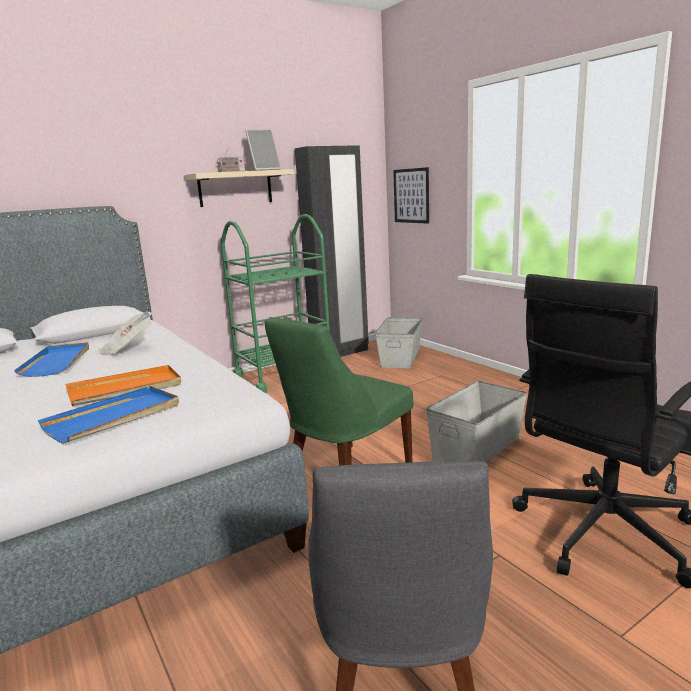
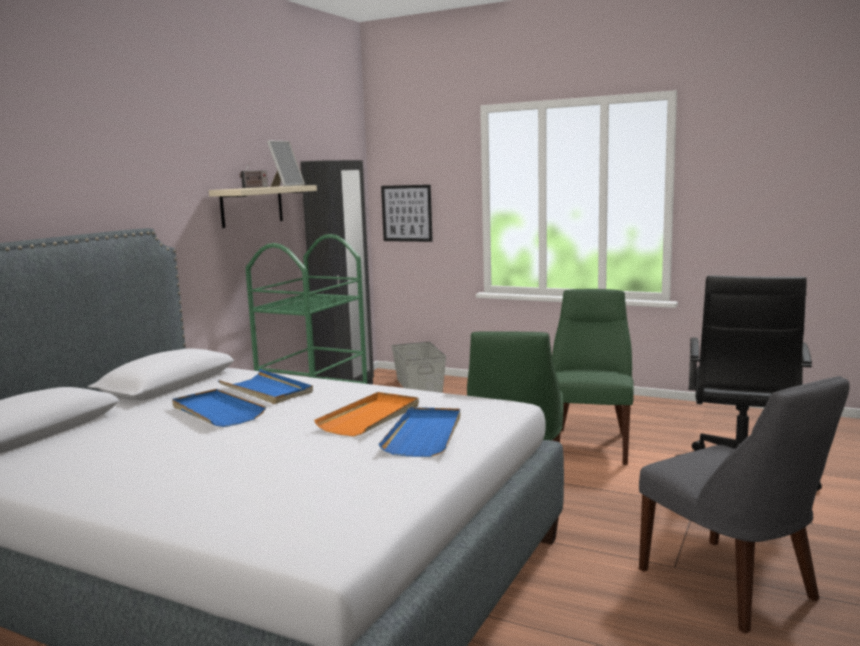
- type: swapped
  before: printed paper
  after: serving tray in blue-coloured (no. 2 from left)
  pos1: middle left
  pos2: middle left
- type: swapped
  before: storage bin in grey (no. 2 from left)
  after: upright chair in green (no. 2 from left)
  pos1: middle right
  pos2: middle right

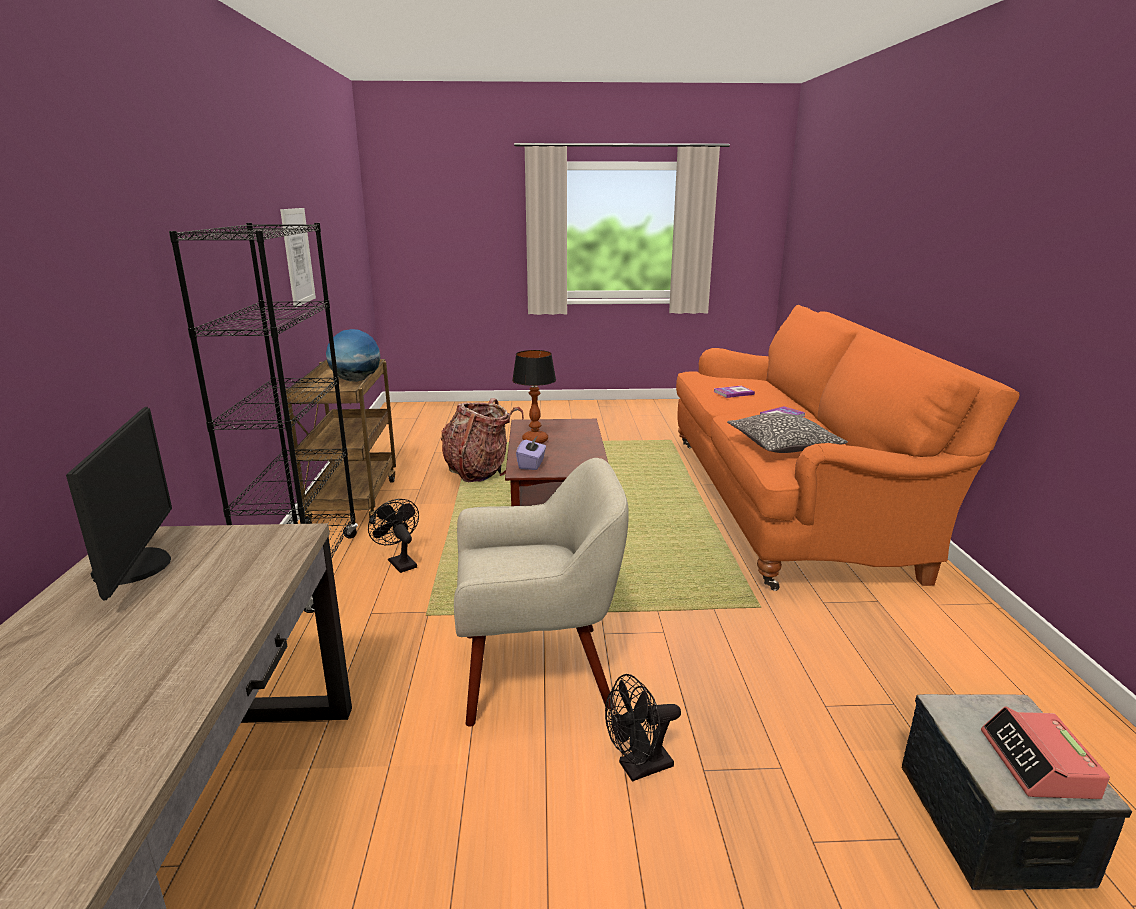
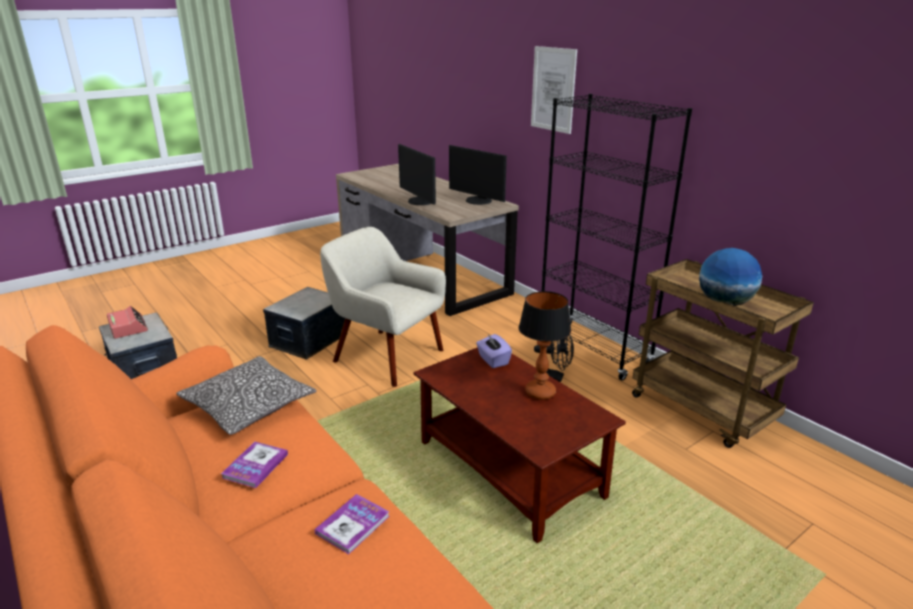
- type: gone
  before: rucksack
  pos1: centre
- type: new
  after: computer display (no. 1 from left)
  pos2: top centre
- type: shifted
  before: wall picture
  pos1: top left
  pos2: top centre
- type: swapped
  before: electric fan in black-coloured (no. 2 from left)
  after: storage bin (no. 2 from left)
  pos1: bottom centre
  pos2: centre
- type: rotated
  before: lounge chair in beige
  pos1: centre
  pos2: centre
  turn: 75

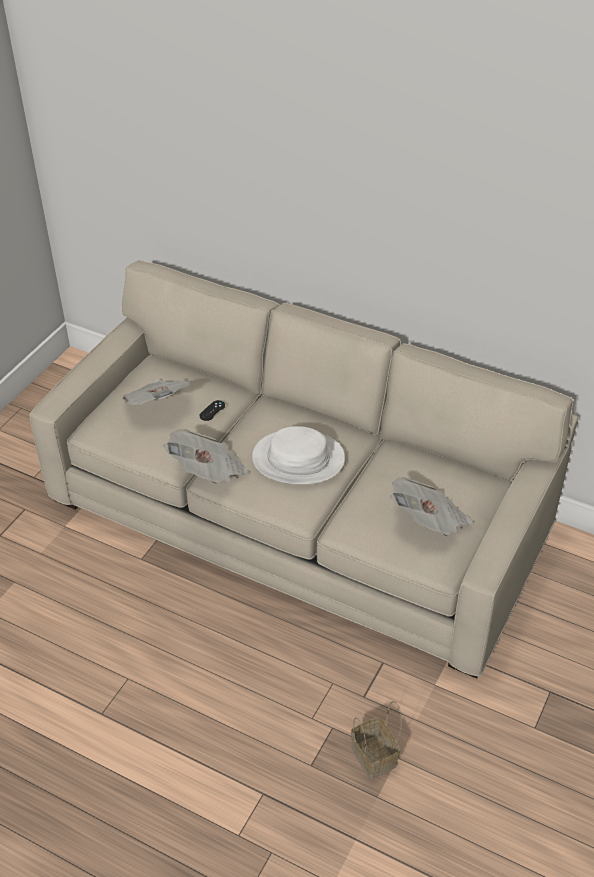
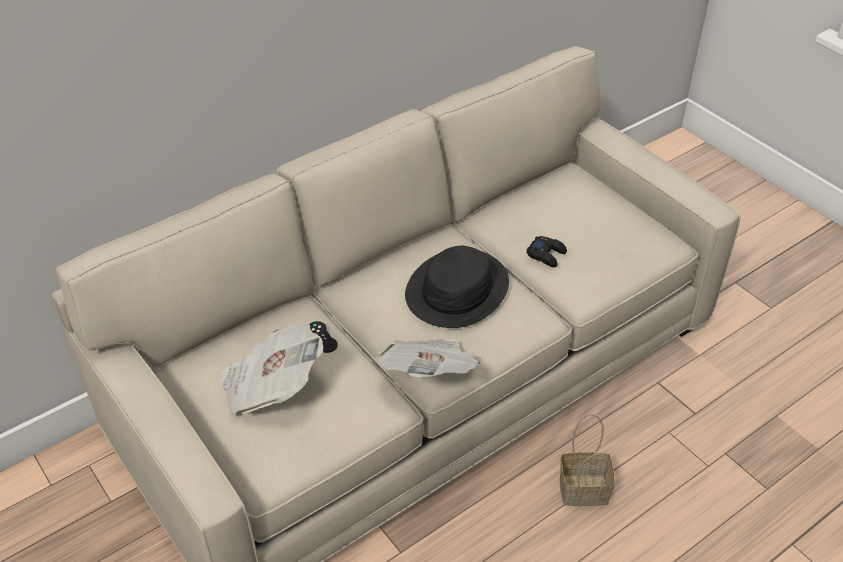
- type: gone
  before: printed paper (no. 3 from left)
  pos1: middle right
- type: new
  after: joypad in black-coloured (no. 2 from left)
  pos2: centre
- type: shifted
  before: storage basket
  pos1: bottom centre
  pos2: bottom right
- type: repainted
  before: clothing hat in white-coloured
  after: clothing hat in black-coloured
  pos1: centre
  pos2: centre

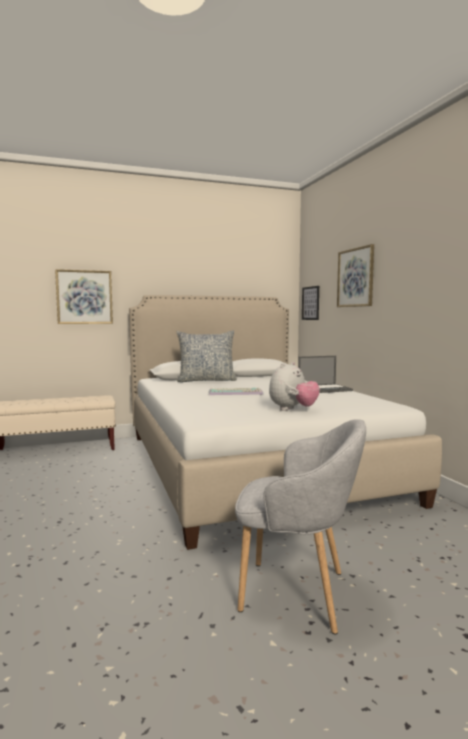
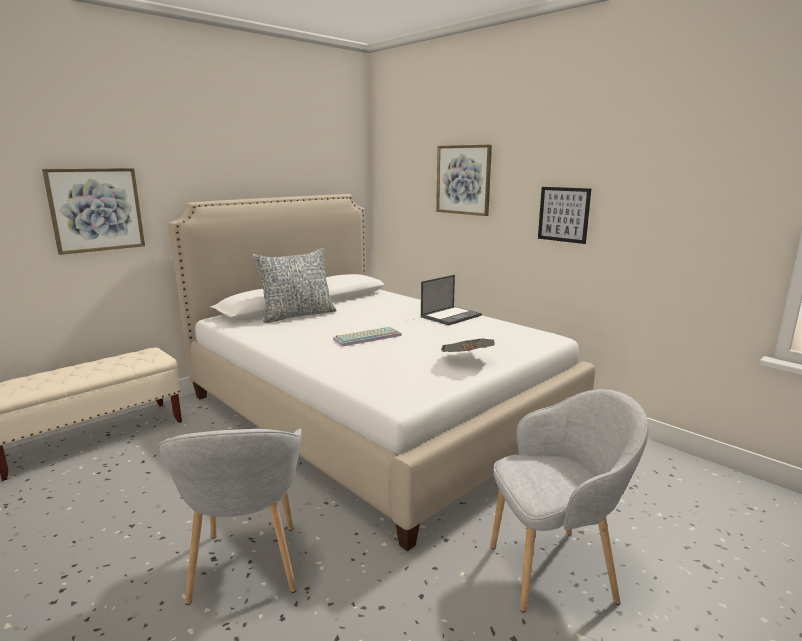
- type: new
  after: lounge chair in grey (no. 1 from left)
  pos2: bottom left
- type: shifted
  before: wall picture (no. 2 from left in the first image)
  after: wall picture (no. 3 from left)
  pos1: centre
  pos2: middle right
- type: swapped
  before: cuddly toy
  after: printed paper
  pos1: centre
  pos2: centre

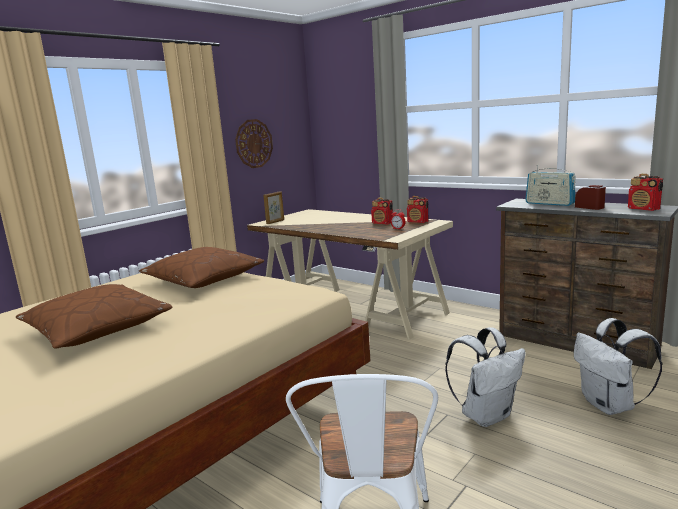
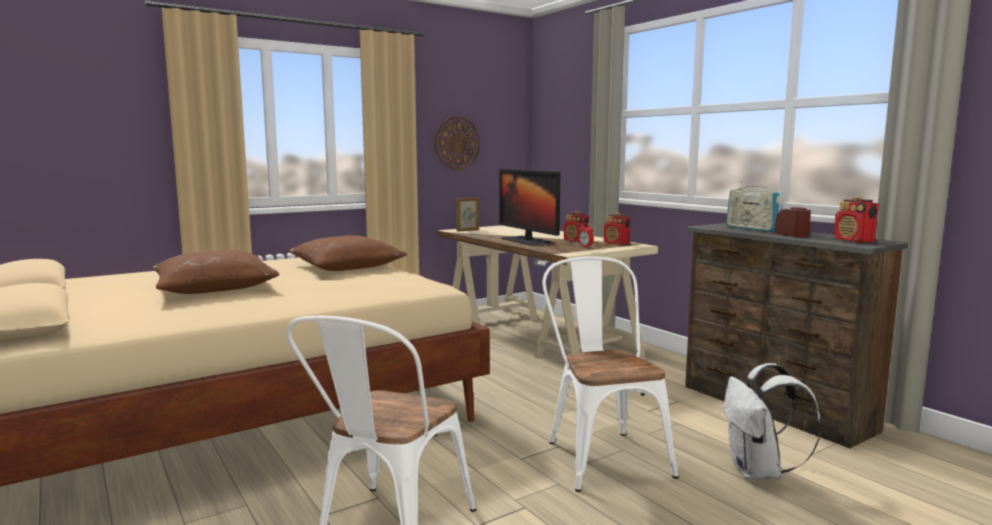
- type: new
  after: computer display
  pos2: centre
- type: swapped
  before: rucksack in white-coloured (no. 1 from left)
  after: upright chair in white-coloured (no. 2 from left)
  pos1: bottom right
  pos2: bottom centre

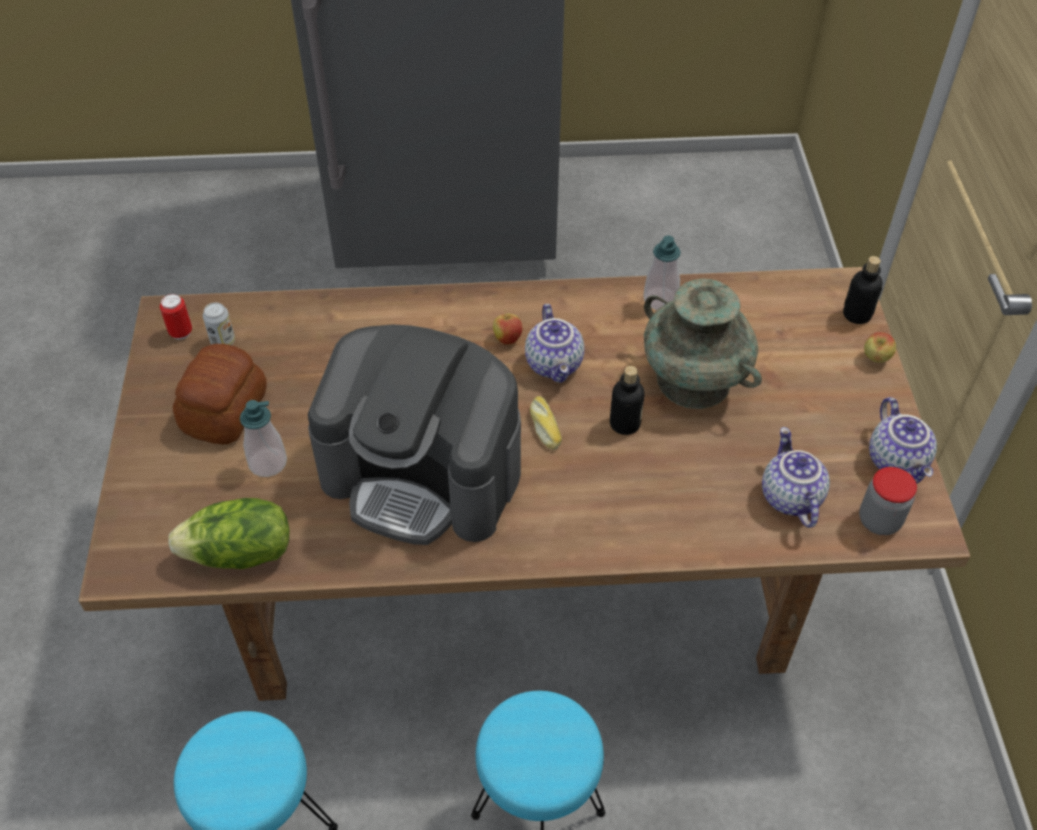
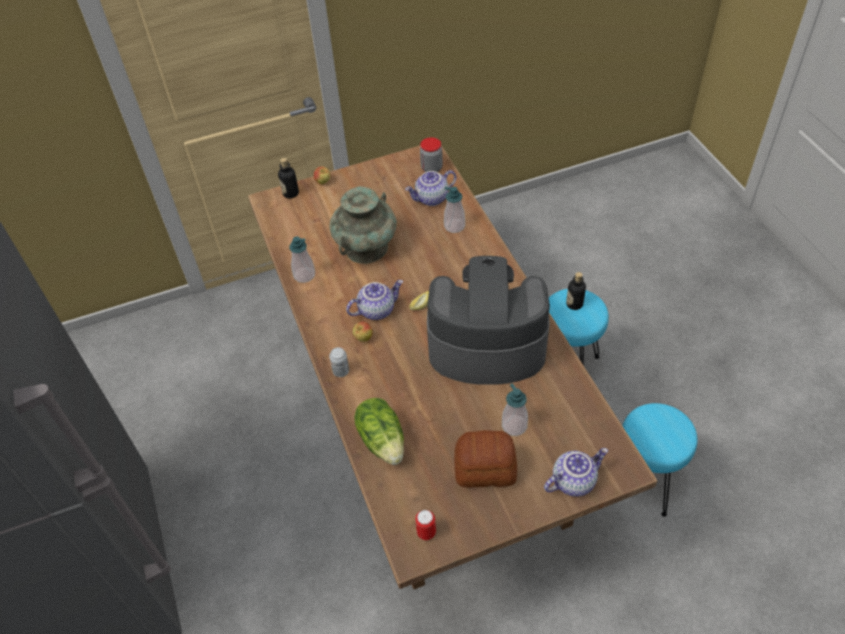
- type: new
  after: liquid soap bottle (no. 2 from left)
  pos2: top centre
- type: shifted
  before: lettuce
  pos1: middle left
  pos2: bottom centre
- type: shifted
  before: metal can (no. 2 from left in the first image)
  after: metal can (no. 1 from left)
  pos1: middle left
  pos2: centre
- type: shifted
  before: beverage bottle (no. 1 from left in the first image)
  after: beverage bottle (no. 2 from left)
  pos1: centre
  pos2: middle right
- type: shifted
  before: pot for tea (no. 3 from left)
  pos1: middle right
  pos2: bottom right
- type: rotated
  before: coffee maker
  pos1: centre
  pos2: centre
  turn: -90

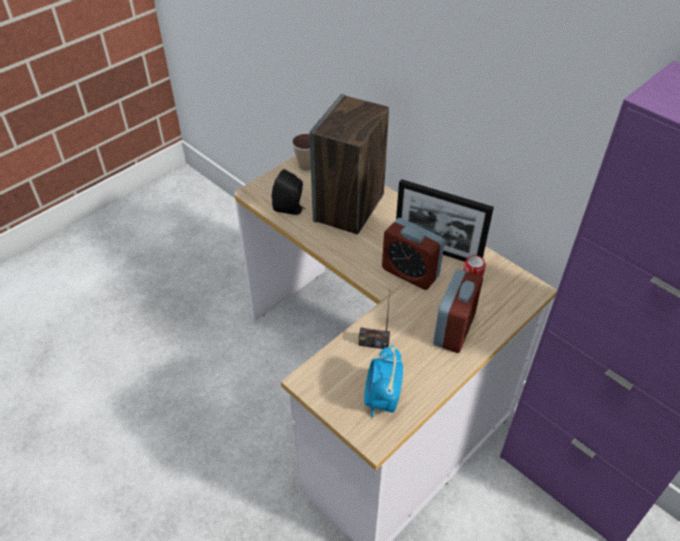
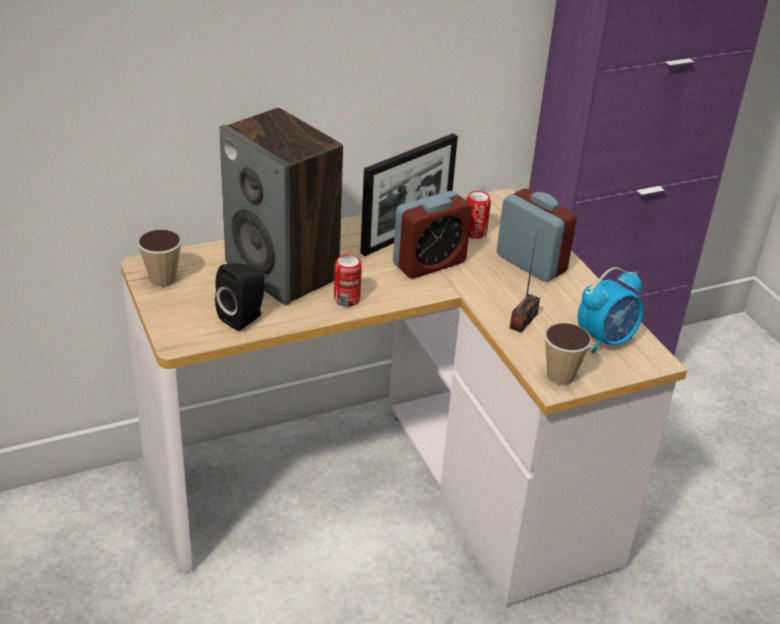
- type: new
  after: metal can (no. 1 from left)
  pos2: centre
- type: new
  after: drinking cup (no. 2 from left)
  pos2: middle right
- type: rotated
  before: bedside clock (no. 1 from left in the first image)
  pos1: bottom centre
  pos2: middle right
  turn: -60

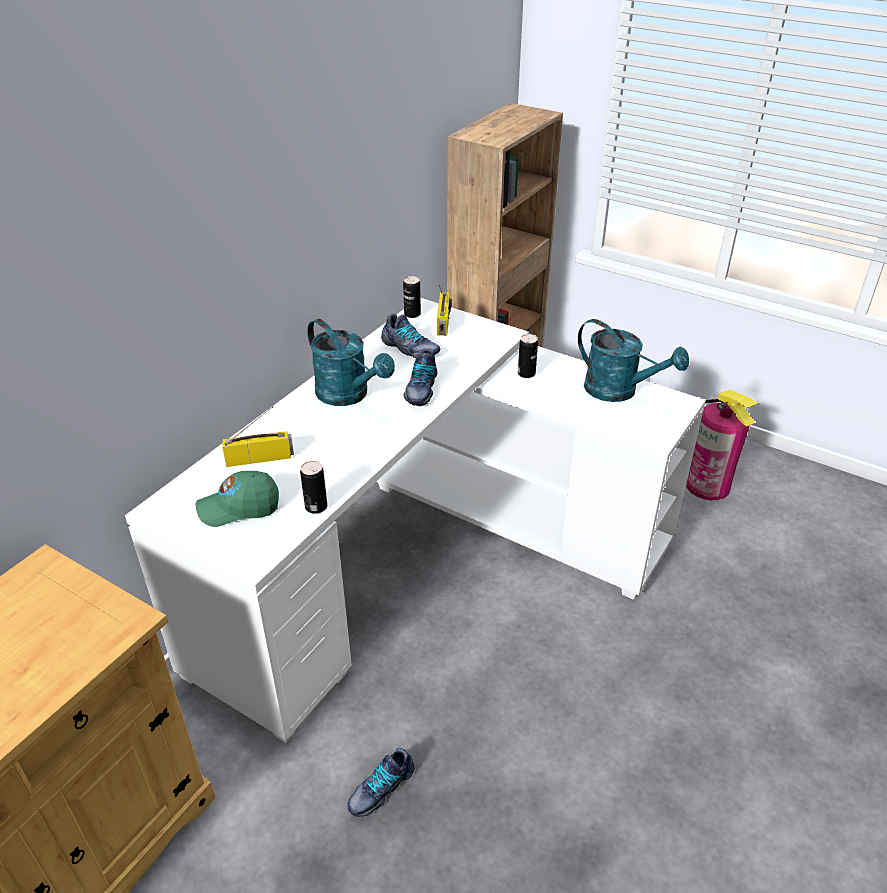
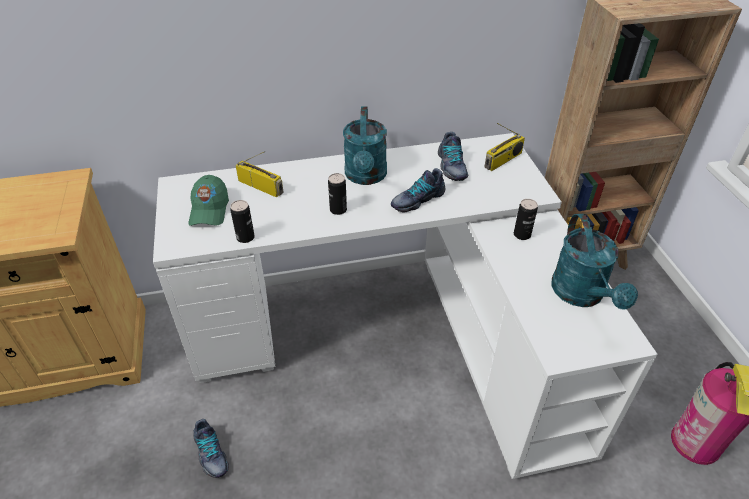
- type: shifted
  before: metal can (no. 2 from left)
  pos1: top centre
  pos2: centre
- type: rotated
  before: baseball cap in green
  pos1: middle left
  pos2: middle left
  turn: -120
- type: rotated
  before: shoe (no. 1 from left)
  pos1: bottom centre
  pos2: bottom left
  turn: -120

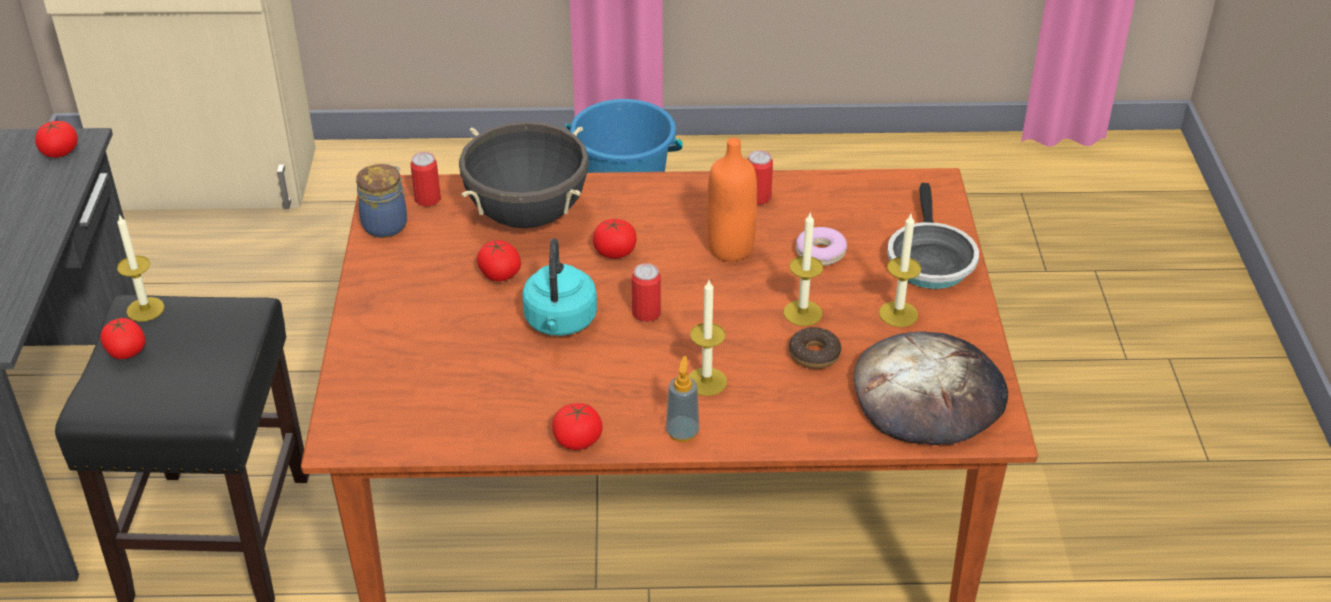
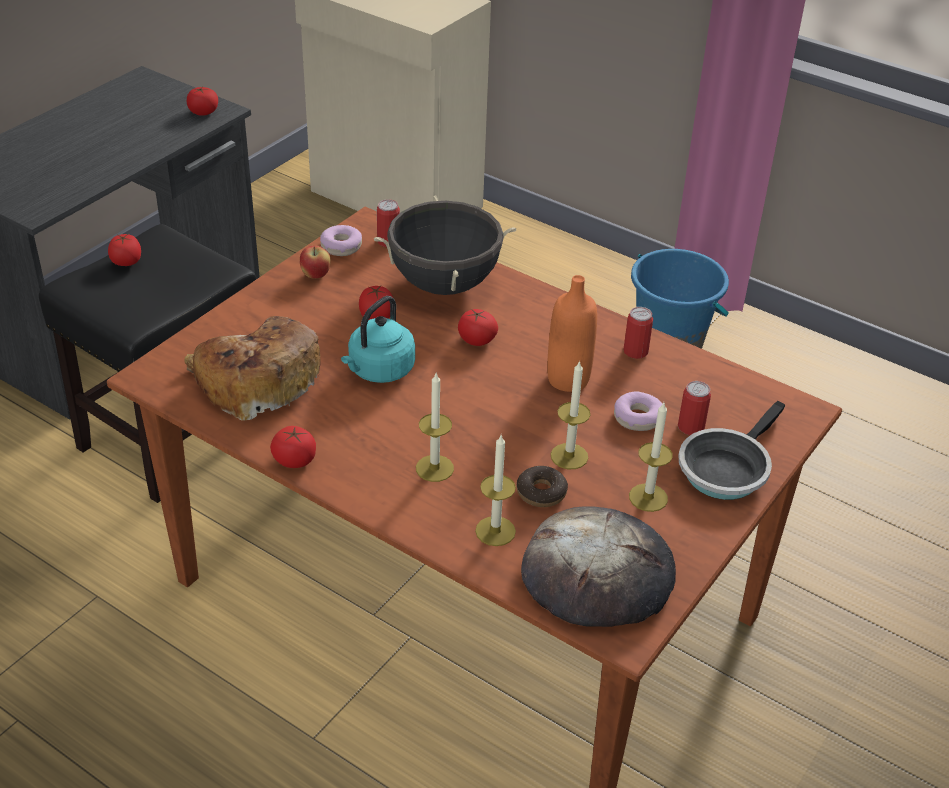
- type: gone
  before: liquid soap bottle
  pos1: centre
- type: new
  after: baked bread (no. 1 from left)
  pos2: middle left
- type: new
  after: whole apple
  pos2: top left
- type: shifted
  before: wax light (no. 1 from left in the first image)
  after: wax light (no. 2 from left)
  pos1: middle left
  pos2: centre
- type: shifted
  before: metal can (no. 2 from left in the first image)
  after: metal can (no. 3 from left)
  pos1: centre
  pos2: middle right
- type: swapped
  before: preserve jar
  after: ring doughnut (no. 1 from left)
  pos1: middle left
  pos2: top centre

